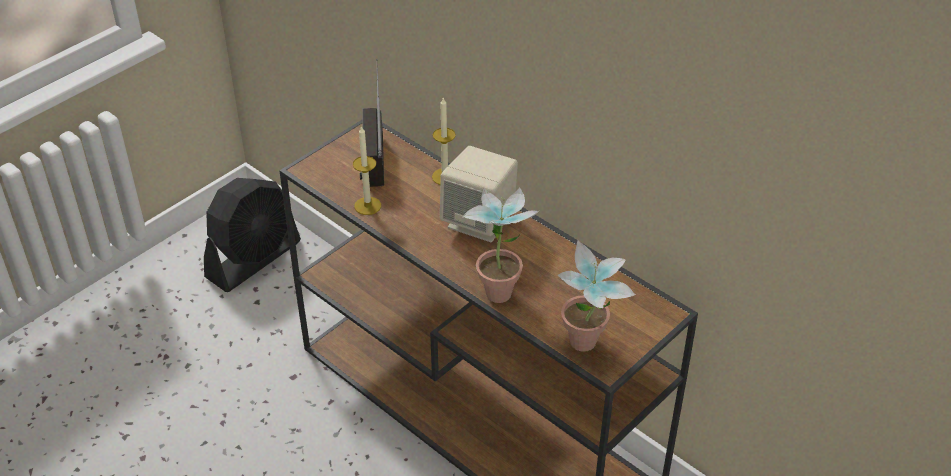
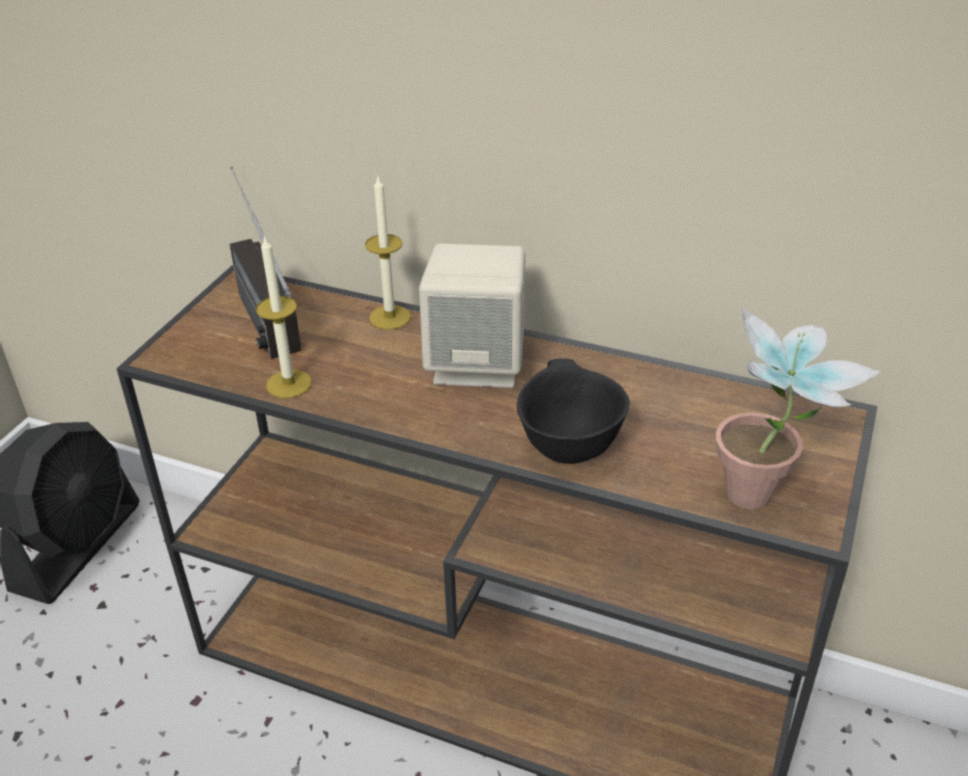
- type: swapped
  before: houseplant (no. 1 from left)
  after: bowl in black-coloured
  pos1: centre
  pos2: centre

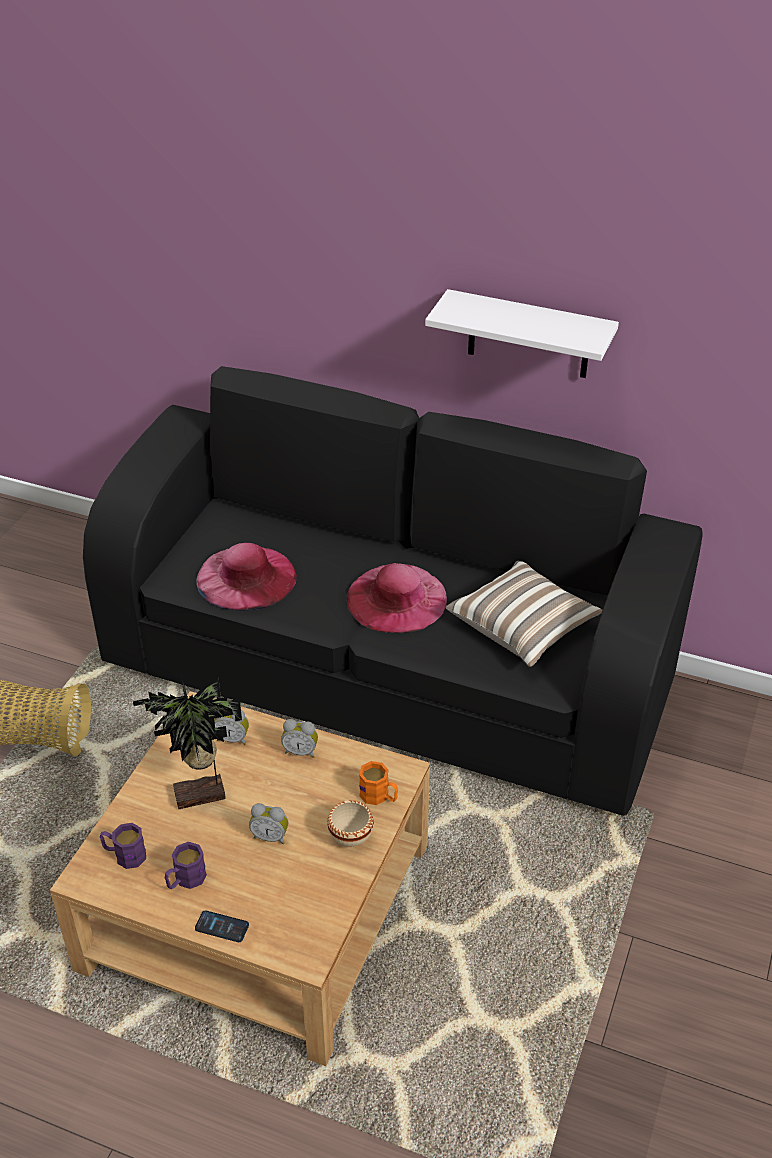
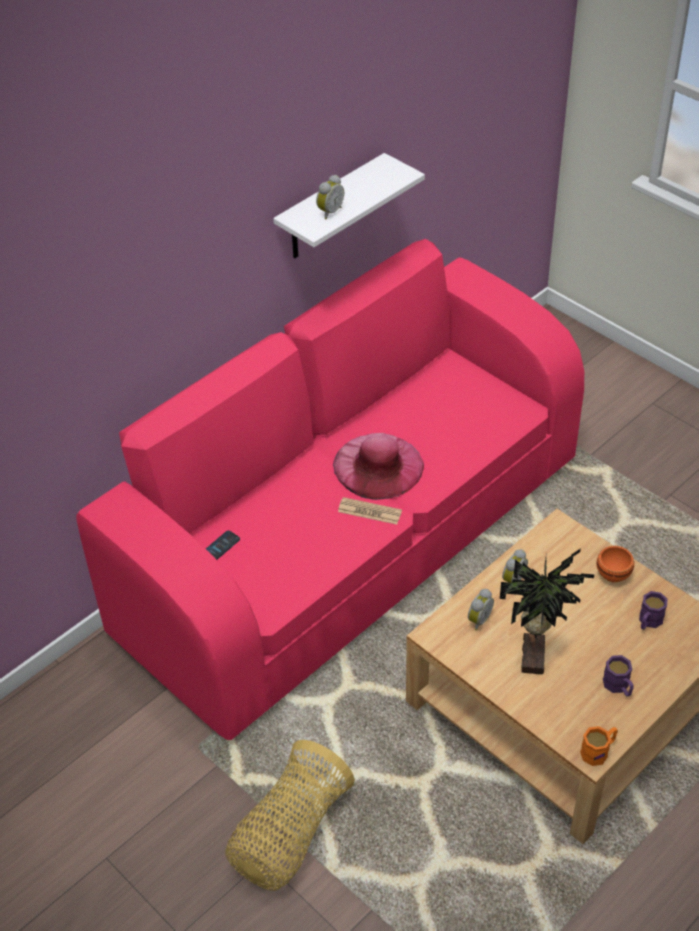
- type: gone
  before: clothing hat in pink-coloured (no. 1 from left)
  pos1: middle left
- type: gone
  before: throw pillow
  pos1: middle right
- type: new
  after: printed paper
  pos2: centre
- type: shifted
  before: tea mug in purplish (no. 1 from left in the first image)
  after: tea mug in purplish (no. 2 from left)
  pos1: bottom left
  pos2: middle right
- type: shifted
  before: telephone
  pos1: bottom left
  pos2: middle left
- type: shifted
  before: bedside clock (no. 2 from left in the first image)
  after: bedside clock (no. 1 from left)
  pos1: bottom centre
  pos2: top centre
- type: shifted
  before: tea mug in orange-coloured
  pos1: bottom centre
  pos2: bottom right
- type: repainted
  before: settee in black-coloured
  after: settee in pink-coloured
  pos1: centre
  pos2: centre
- type: repainted
  before: bowl in beige
  after: bowl in orange-coloured
  pos1: bottom centre
  pos2: middle right

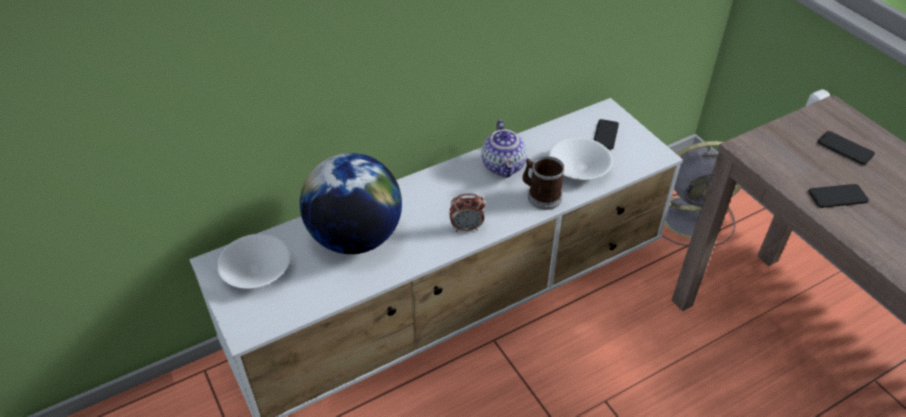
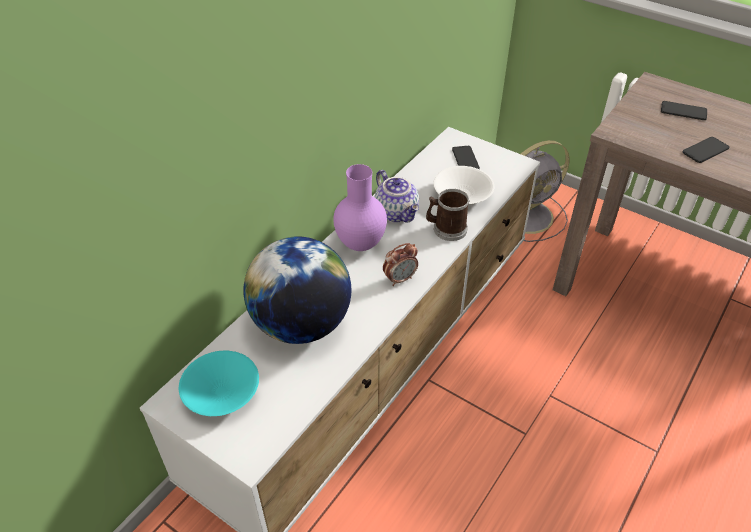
- type: new
  after: flower vase in purplish
  pos2: centre
- type: repainted
  before: bowl in white-coloured (no. 1 from left)
  after: bowl in turquoise-coloured
  pos1: middle left
  pos2: bottom left

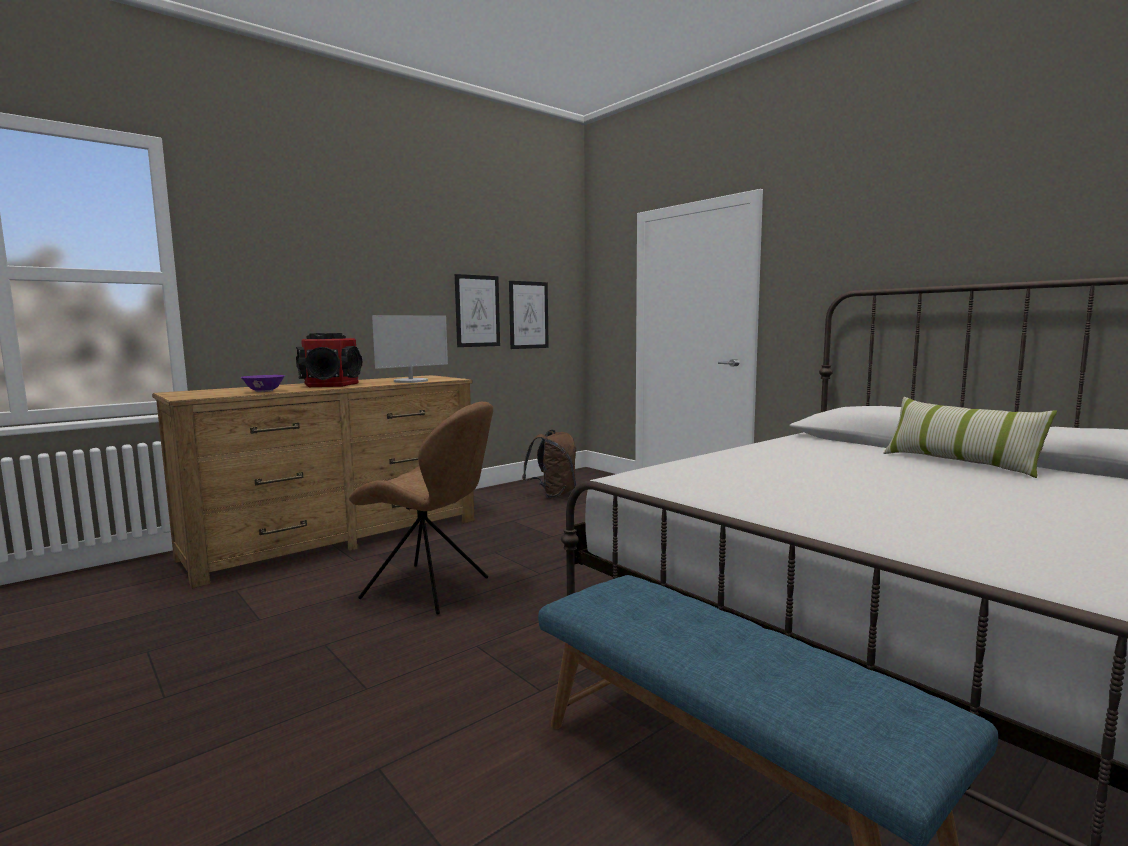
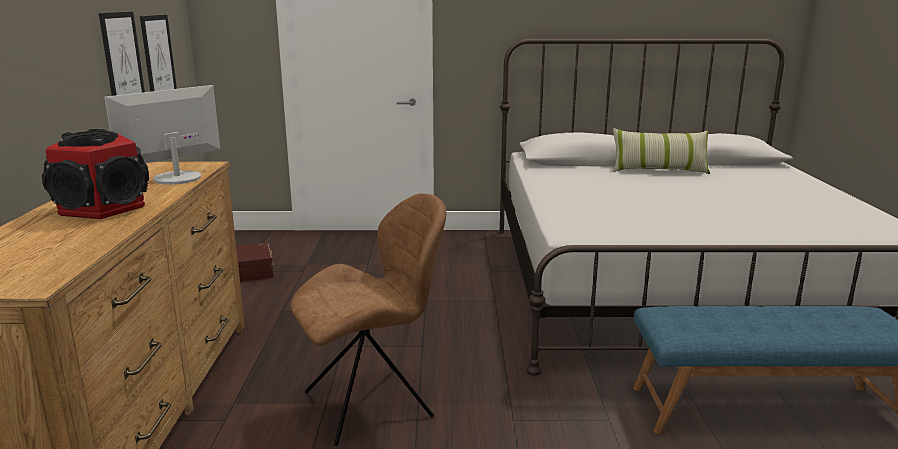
- type: gone
  before: bowl in purplish
  pos1: middle left
- type: swapped
  before: rucksack in brownish
  after: storage bin in brownish
  pos1: centre
  pos2: middle left
- type: rotated
  before: computer display
  pos1: centre
  pos2: top left
  turn: -135

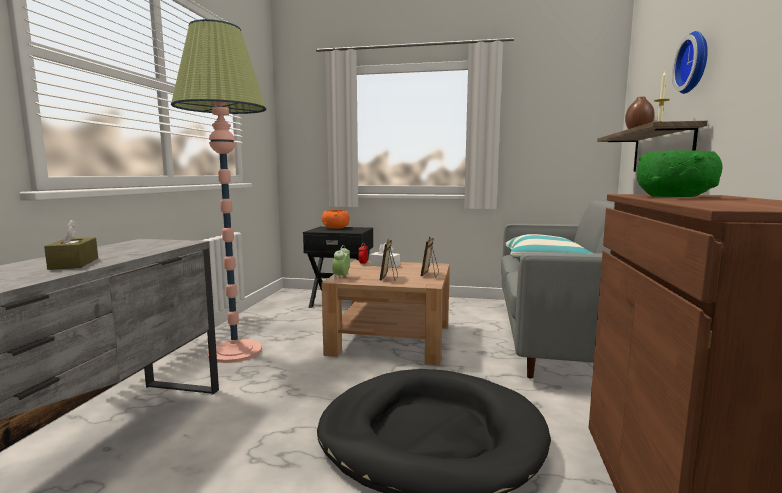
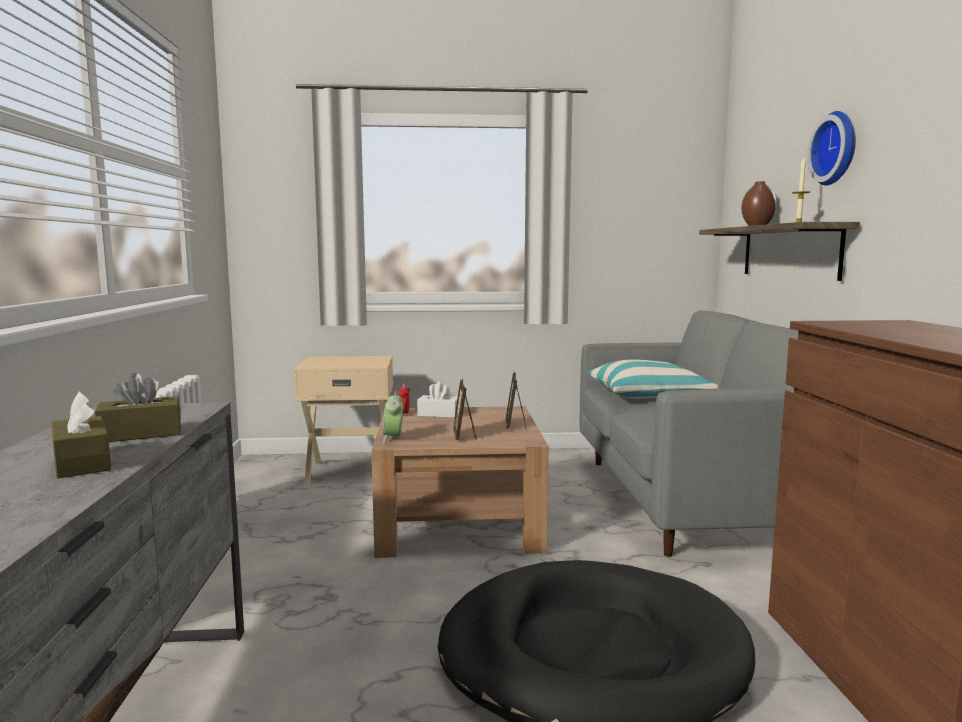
- type: gone
  before: standing lamp
  pos1: middle left
- type: gone
  before: bowl in orange-coloured
  pos1: centre
- type: gone
  before: bowl in green
  pos1: middle right
- type: new
  after: tissue box in brownish (no. 2 from left)
  pos2: middle left
- type: repainted
  before: bedside table in black-coloured
  after: bedside table in beige
  pos1: centre
  pos2: centre

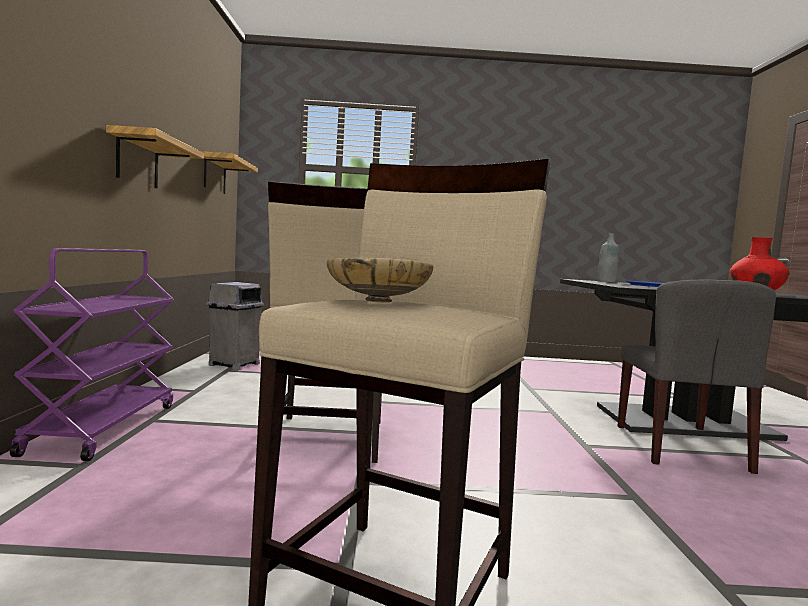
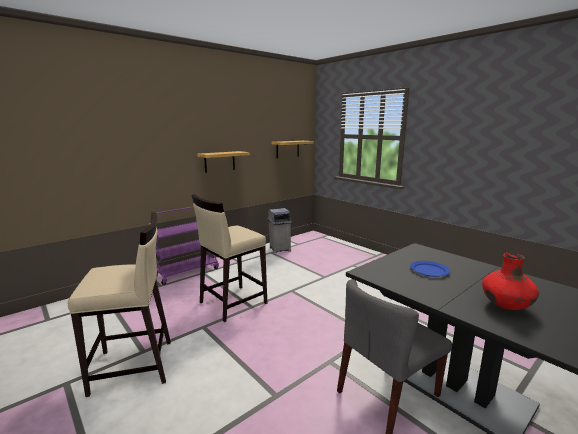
- type: gone
  before: bowl in beige
  pos1: centre
- type: gone
  before: beverage bottle in grey
  pos1: middle right

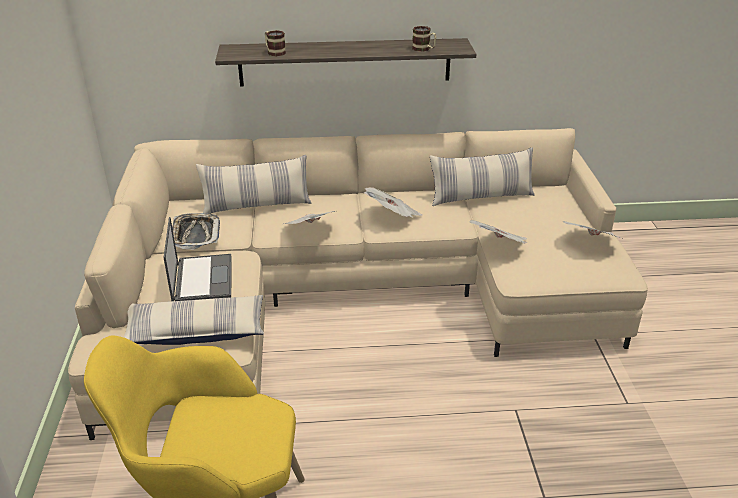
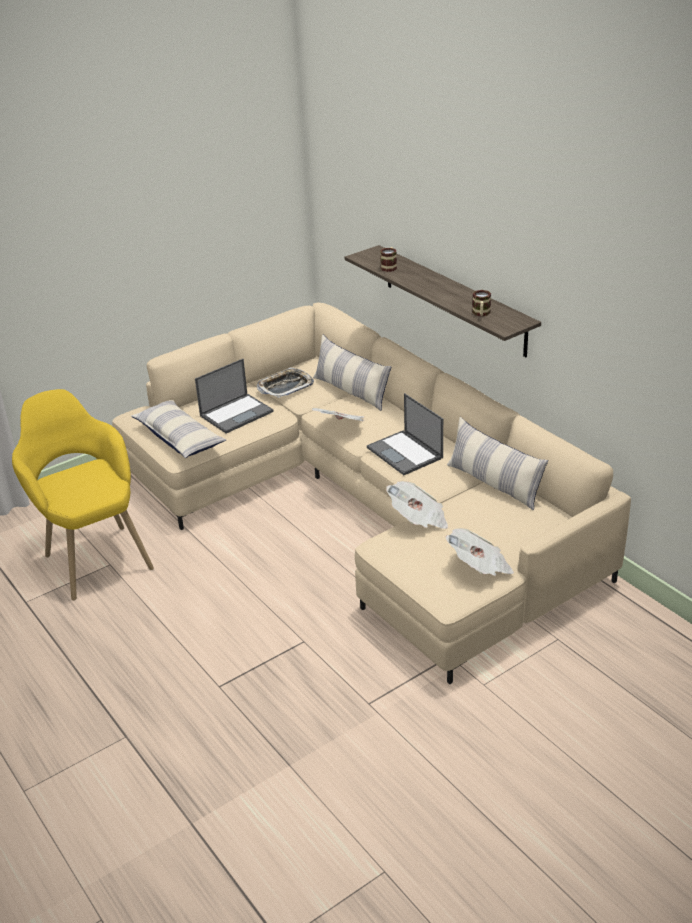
- type: swapped
  before: printed paper (no. 2 from left)
  after: notebook computer (no. 2 from left)
  pos1: centre
  pos2: centre

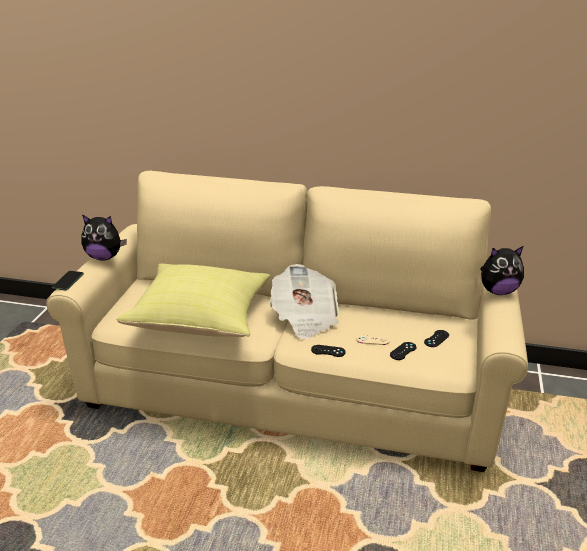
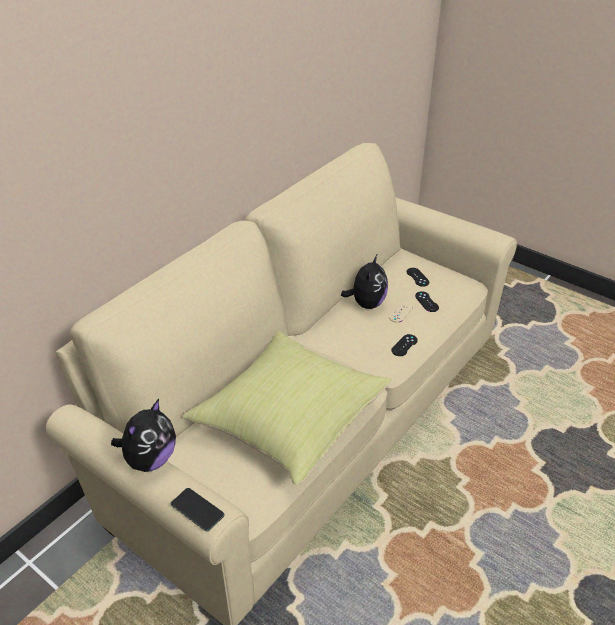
- type: gone
  before: printed paper
  pos1: centre
- type: shifted
  before: cuddly toy (no. 2 from left)
  pos1: middle right
  pos2: centre

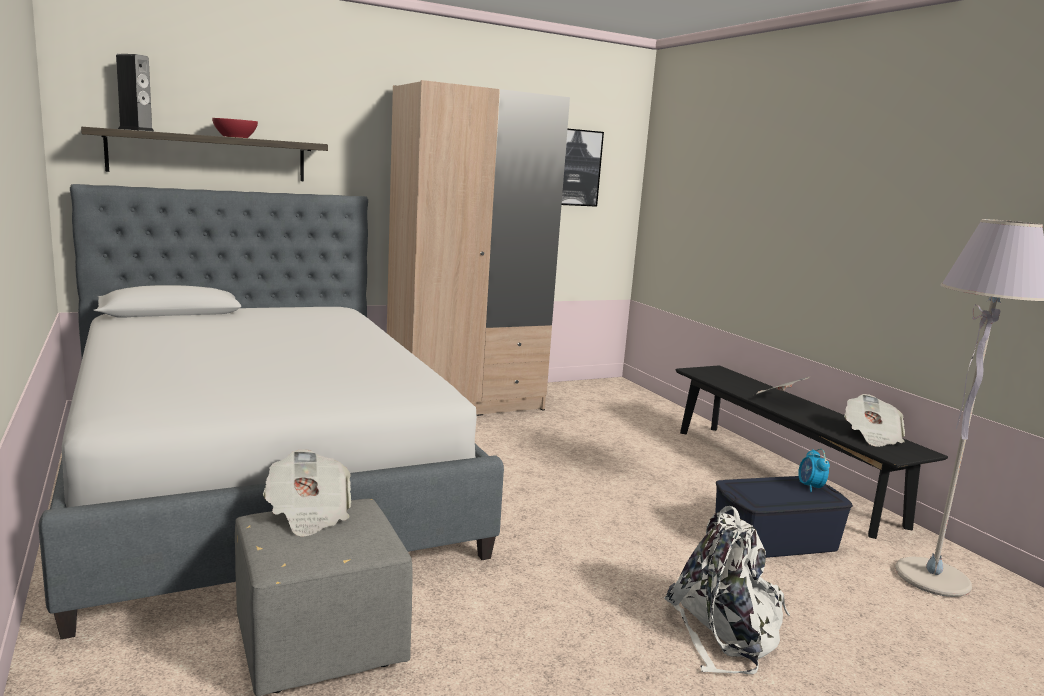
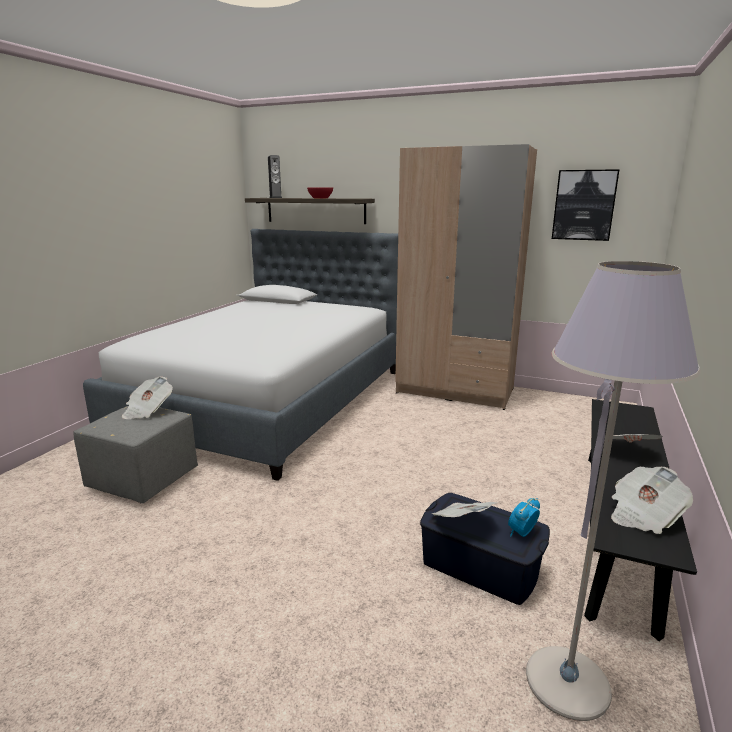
- type: gone
  before: rucksack in white-coloured
  pos1: bottom right
- type: new
  after: printed paper (no. 2 from left)
  pos2: bottom centre

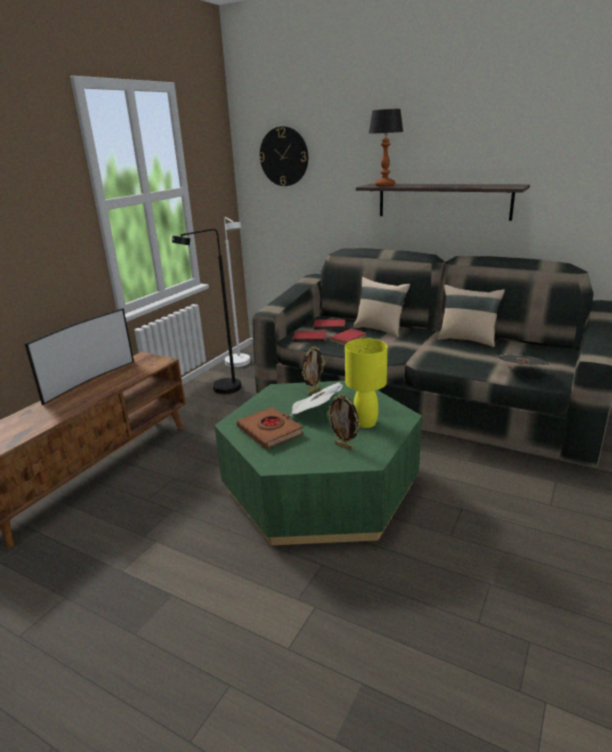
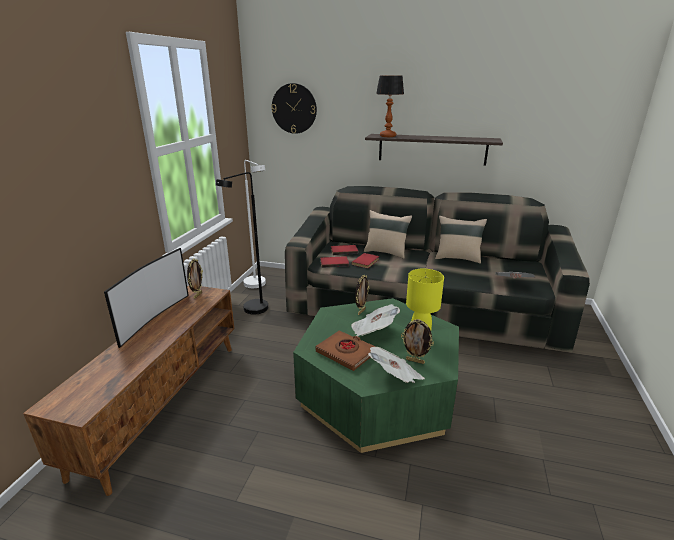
- type: new
  after: picture frame (no. 1 from left)
  pos2: middle left
- type: new
  after: printed paper (no. 2 from left)
  pos2: bottom centre

